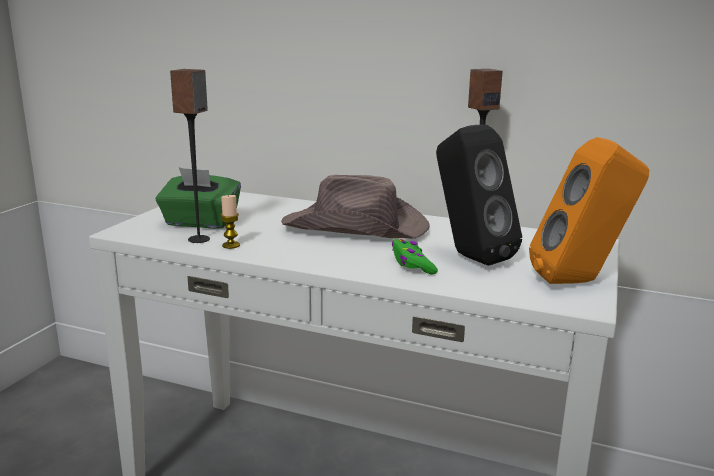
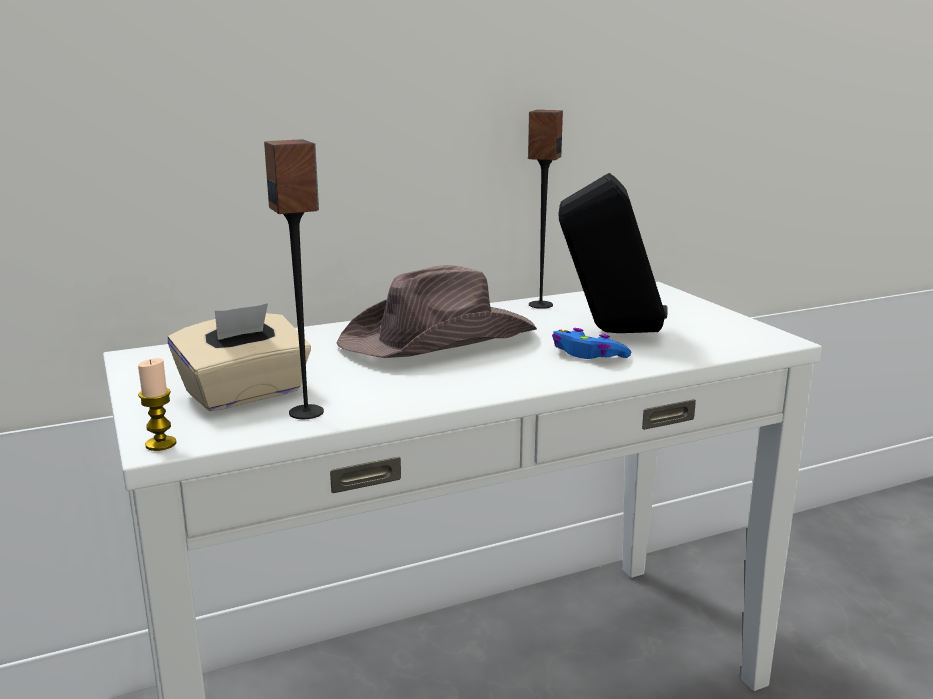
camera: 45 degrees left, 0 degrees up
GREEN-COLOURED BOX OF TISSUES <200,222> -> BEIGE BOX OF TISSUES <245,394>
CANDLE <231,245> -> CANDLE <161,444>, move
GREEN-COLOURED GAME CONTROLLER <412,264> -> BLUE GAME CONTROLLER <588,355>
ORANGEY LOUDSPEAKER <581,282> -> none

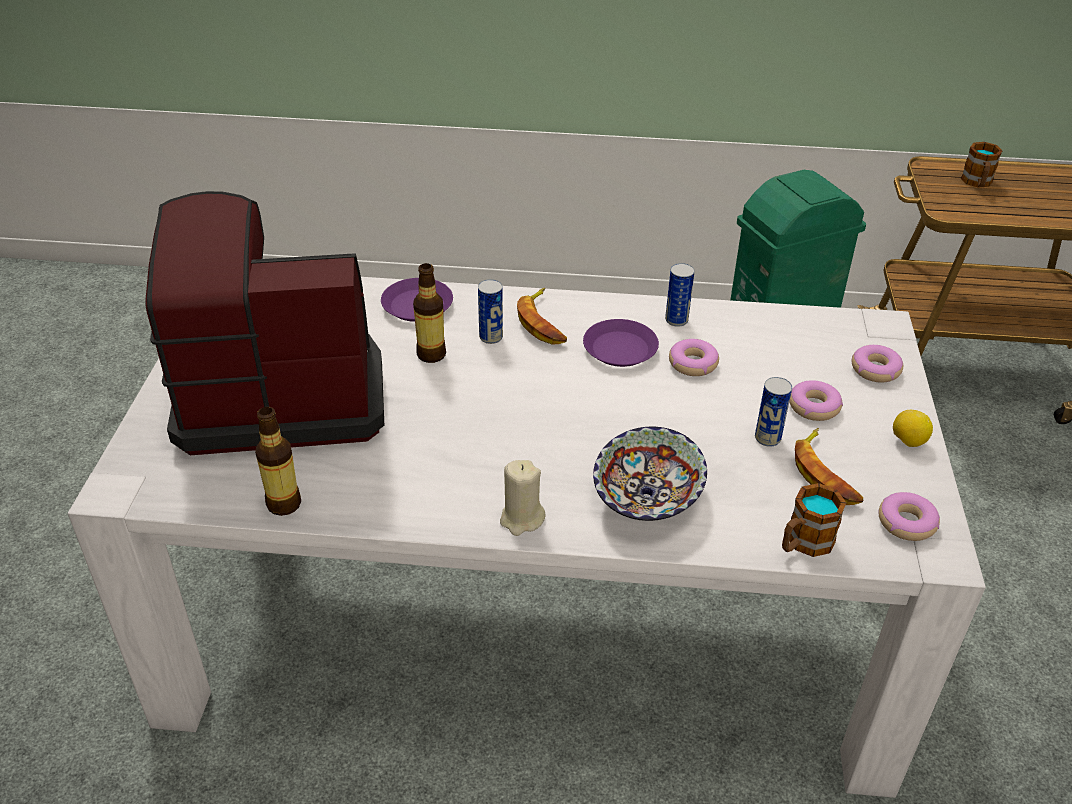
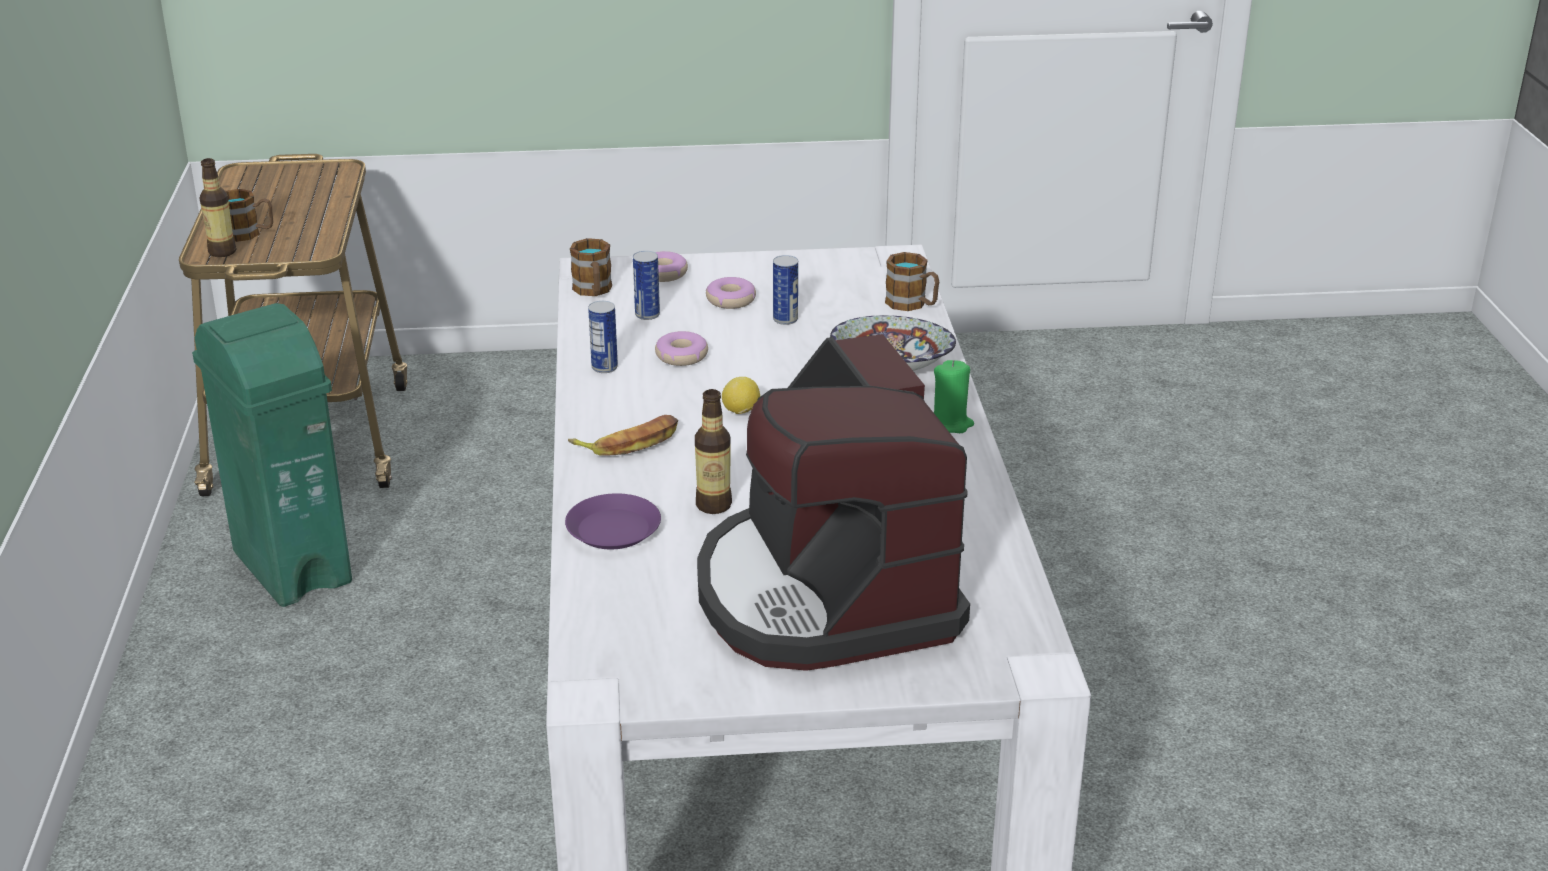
camera: 100 degrees left, 10 degrees down
DRINK BOTTLE <284,504> -> DRINK BOTTLE <222,252>, move
SEALED CAN <491,337> -> SEALED CAN <647,315>, move
BEIGE CANDLE <521,519> -> GREEN-COLOURED CANDLE <950,424>
PURPLISH DINNER PLATE <619,349> -> none
BANANA FRUIT <825,474> -> none
DOUGHNUT <907,523> -> none
WHOLE LEMON <907,441> -> WHOLE LEMON <741,412>, move
none -> TEA MUG <593,291>

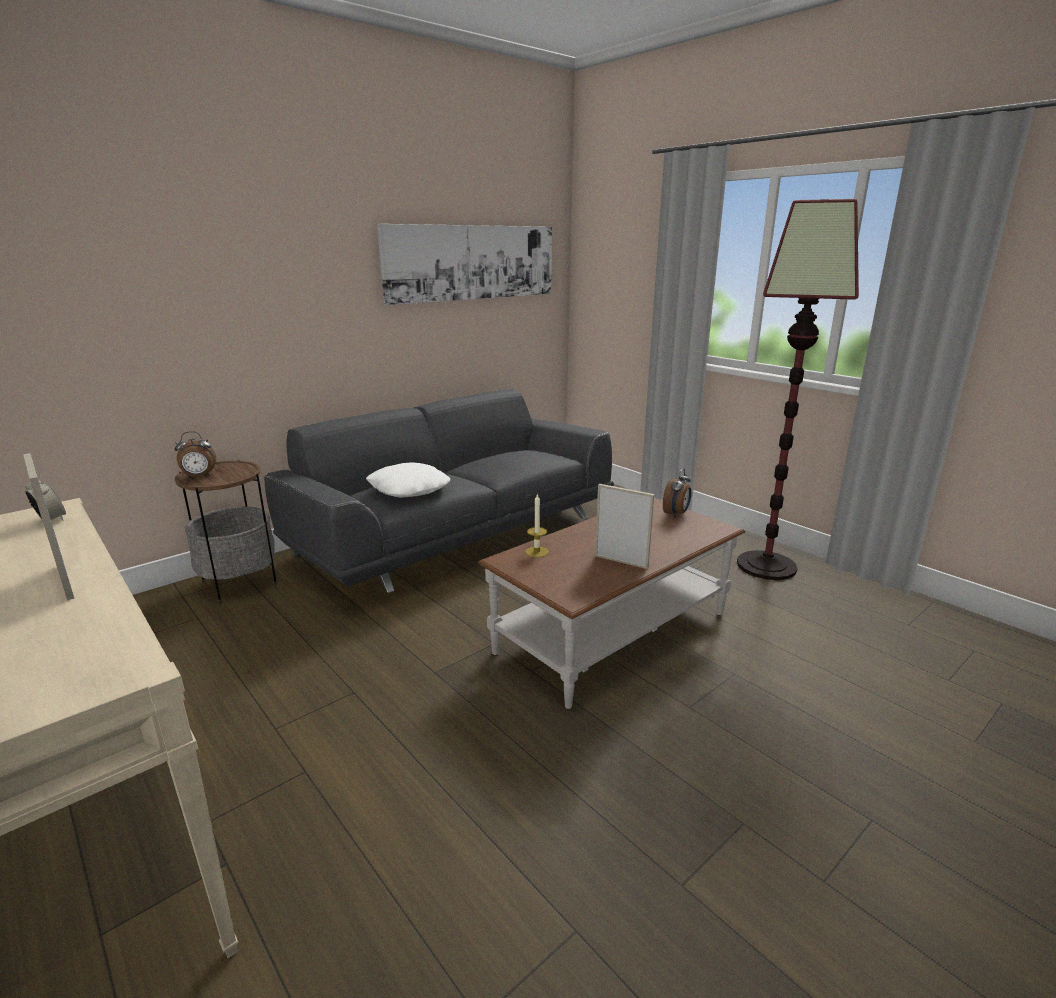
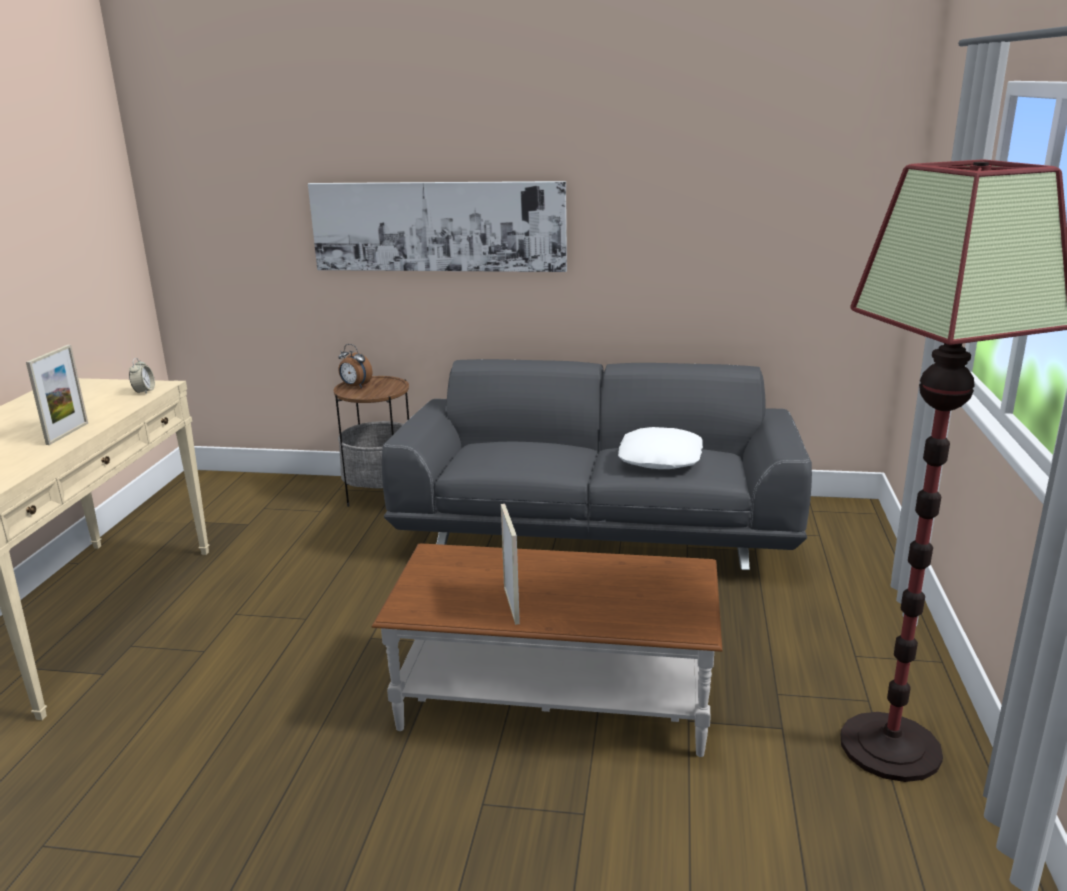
camera: 50 degrees right, 0 degrees up
WHITISH THROW PILLOW <408,489> -> WHITISH THROW PILLOW <659,458>, move
WALL ART <472,262> -> WALL ART <438,226>, move
CANDLE <537,552> -> none
ALARM CLOCK <676,514> -> none

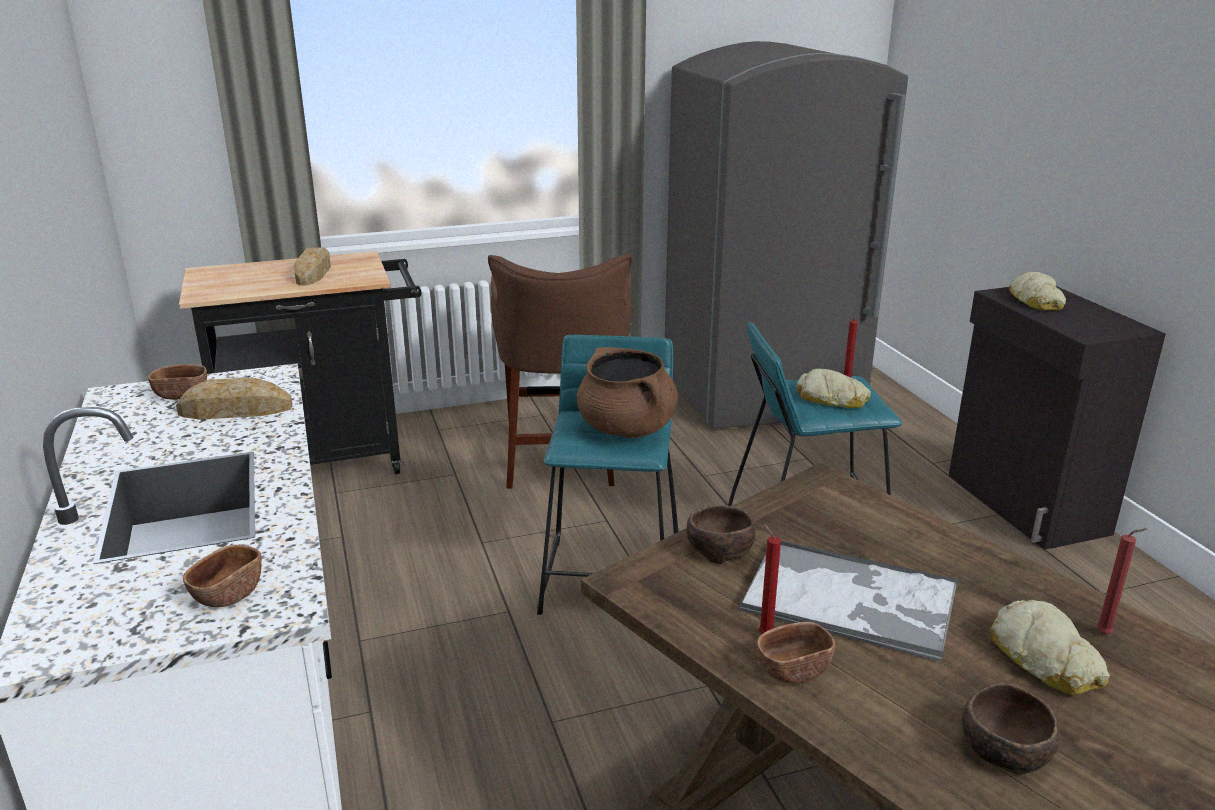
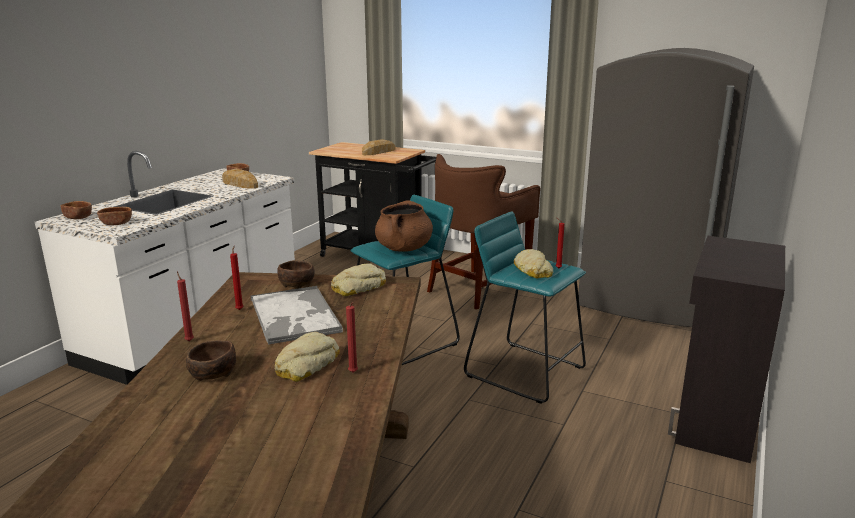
camera: 45 degrees right, 5 degrees down
BROWN SERVING BOWL <793,669> -> BROWN SERVING BOWL <78,217>, move
BAKERY BREAD <1036,300> -> BAKERY BREAD <358,287>, move
none -> RED-COLOURED CANDLE <189,340>

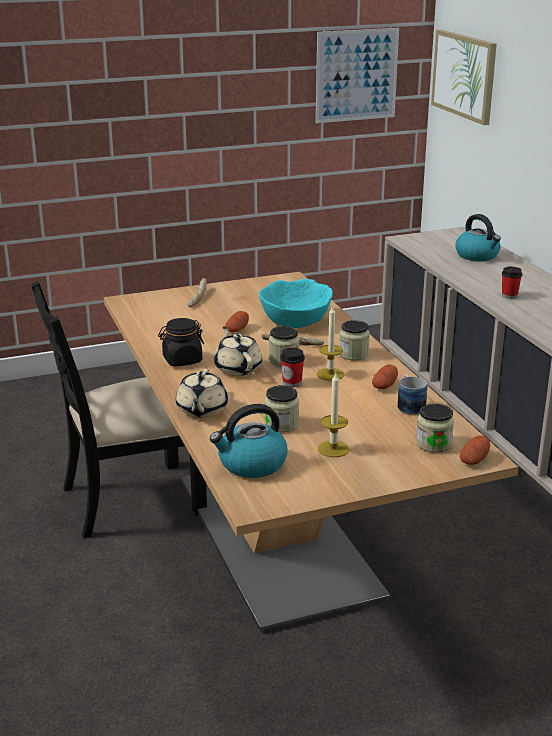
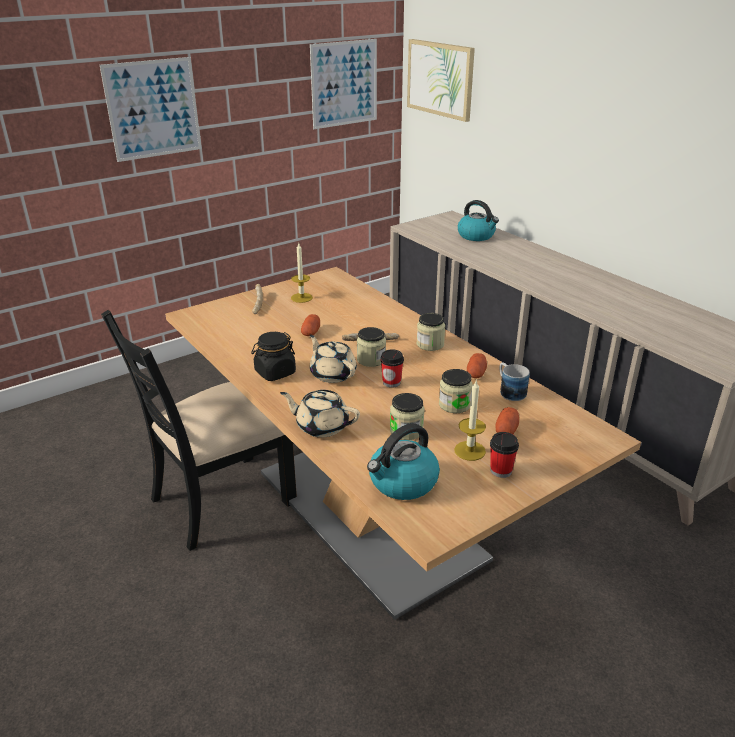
camera: 15 degrees left, 5 degrees up
BEIGE TEA POT <201,410> -> BEIGE TEA POT <321,426>, 120 degrees clockwise
TURQUOISE SERVING BOWL <296,321> -> none
CANDLE <330,374> -> CANDLE <301,298>, move
PRESERVE JAR <433,444> -> PRESERVE JAR <454,405>, move
POTATO <474,460> -> POTATO <506,430>, move
SMALL CUP <509,295> -> SMALL CUP <501,470>, move
none -> WALL ART <153,109>

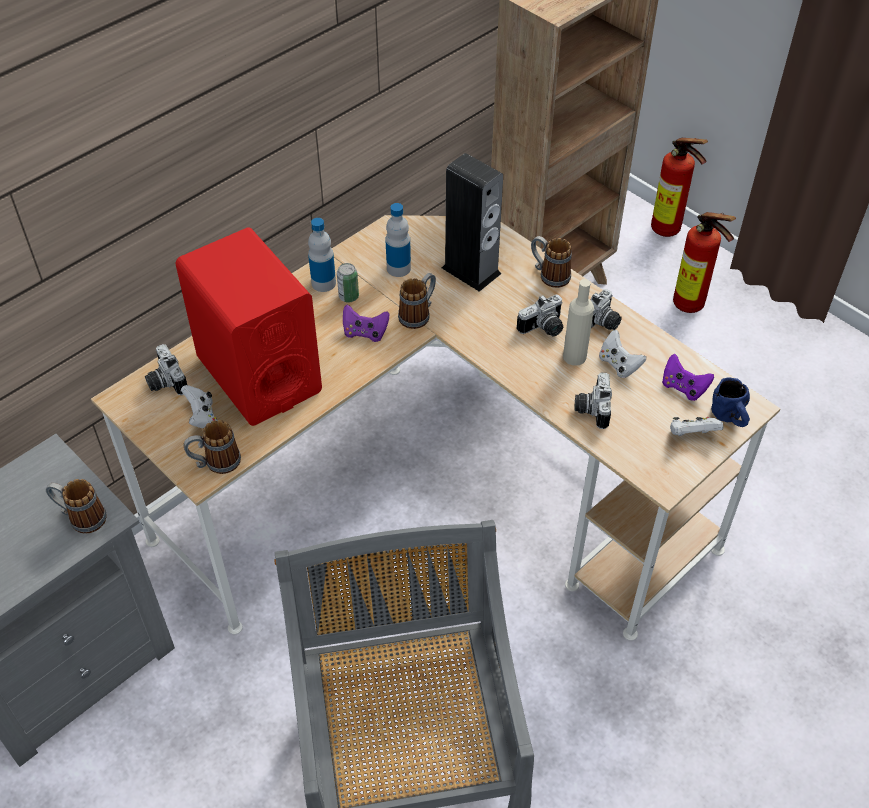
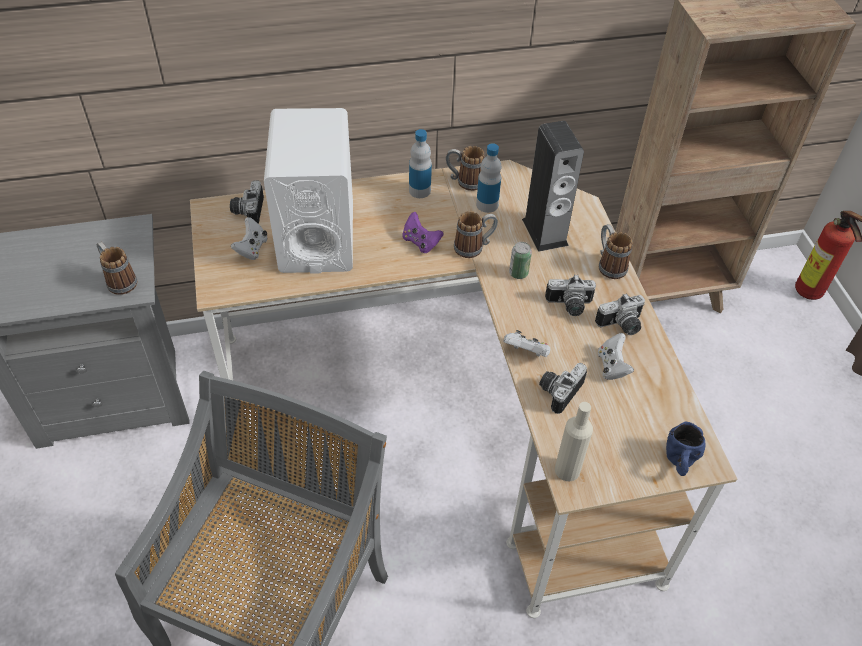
camera: 30 degrees right, 0 degrees up
RED-COLOURED LOUDSPEAKER <258,374> -> WHITISH LOUDSPEAKER <316,236>
TEA MUG <215,463> -> TEA MUG <464,181>, move
SEALED CAN <348,296> -> SEALED CAN <518,273>, move
BEIGE DRINK BOTTLE <574,356> -> BEIGE DRINK BOTTLE <567,470>, move
PURPLISH GAME CONTROLLER <683,387> -> none
WHITISH GAME CONTROLLER <691,435> -> WHITISH GAME CONTROLLER <526,352>, move
EXTINGUISHER <692,306> -> none

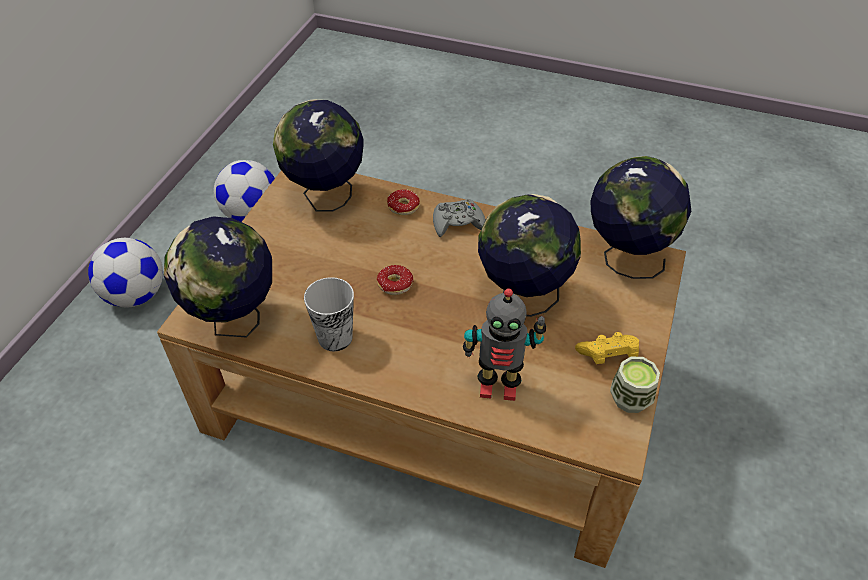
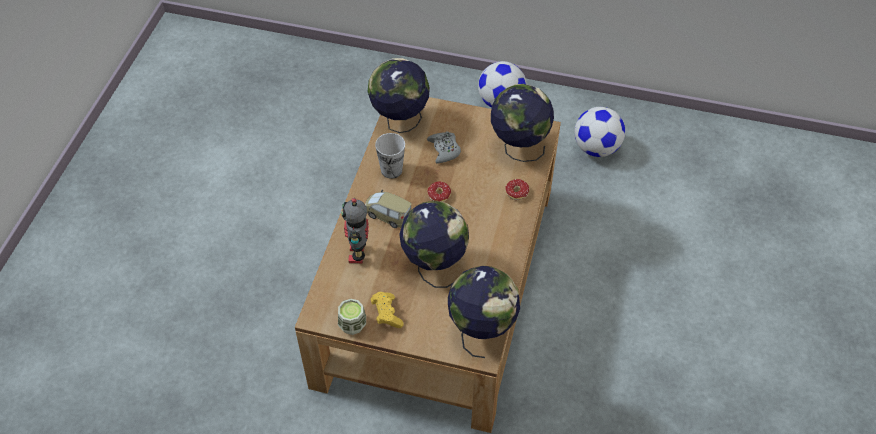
camera: 85 degrees right, 5 degrees up
GRAY GAME CONTROLLER <458,223> -> GRAY GAME CONTROLLER <444,150>, move
none -> TOY CAR <388,215>

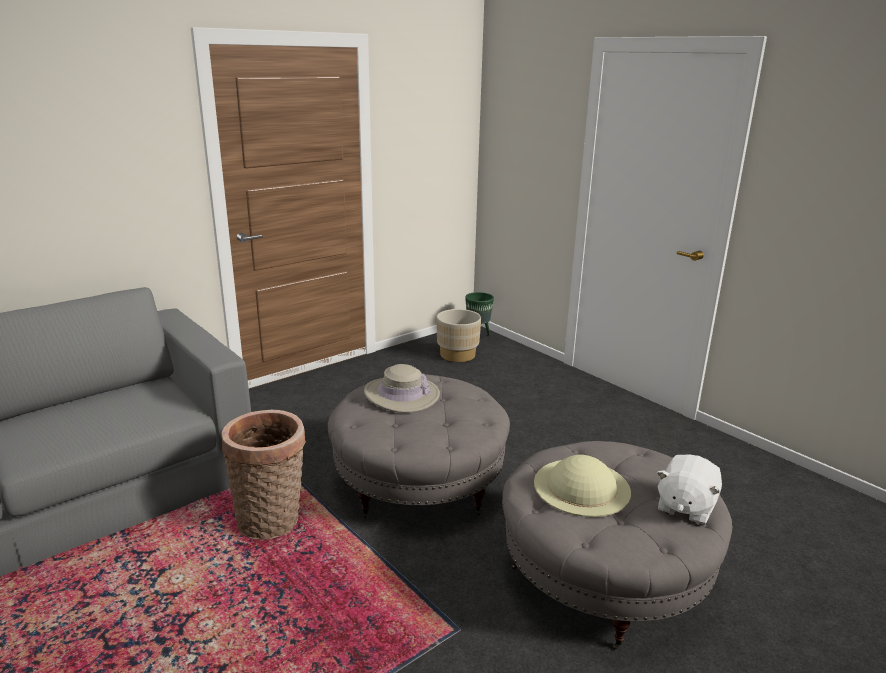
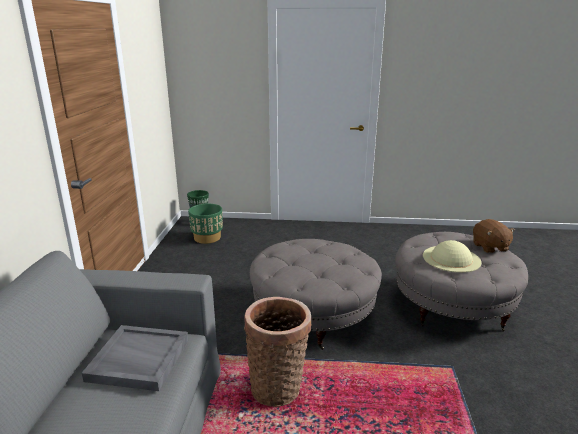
camera: 45 degrees left, 0 degrees up
BEIGE HAT <401,395> -> none
BEIGE PLANTER <457,355> -> GREEN-COLOURED PLANTER <207,238>
WHITISH SOFT TOY <685,507> -> BROWN SOFT TOY <490,247>
none -> GRAY TRAY <138,360>

